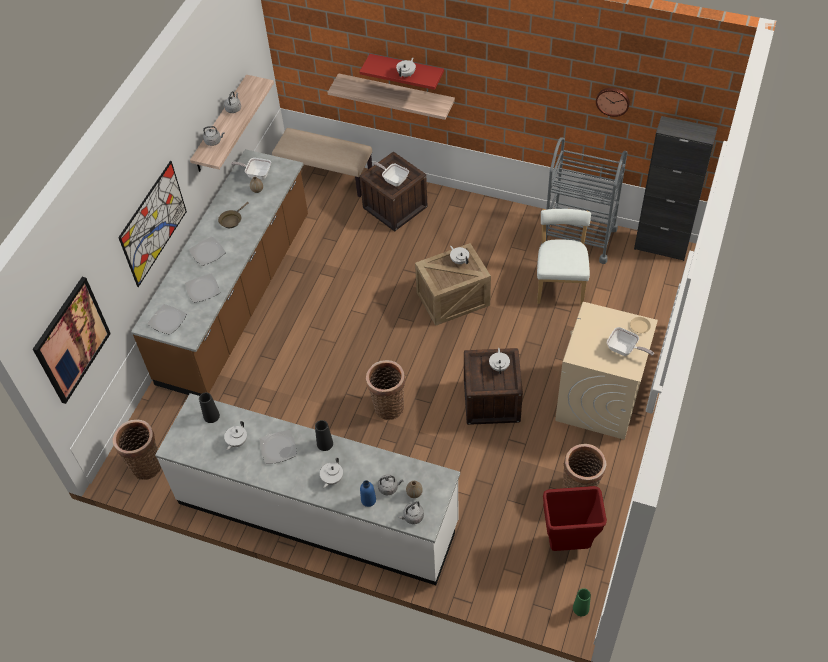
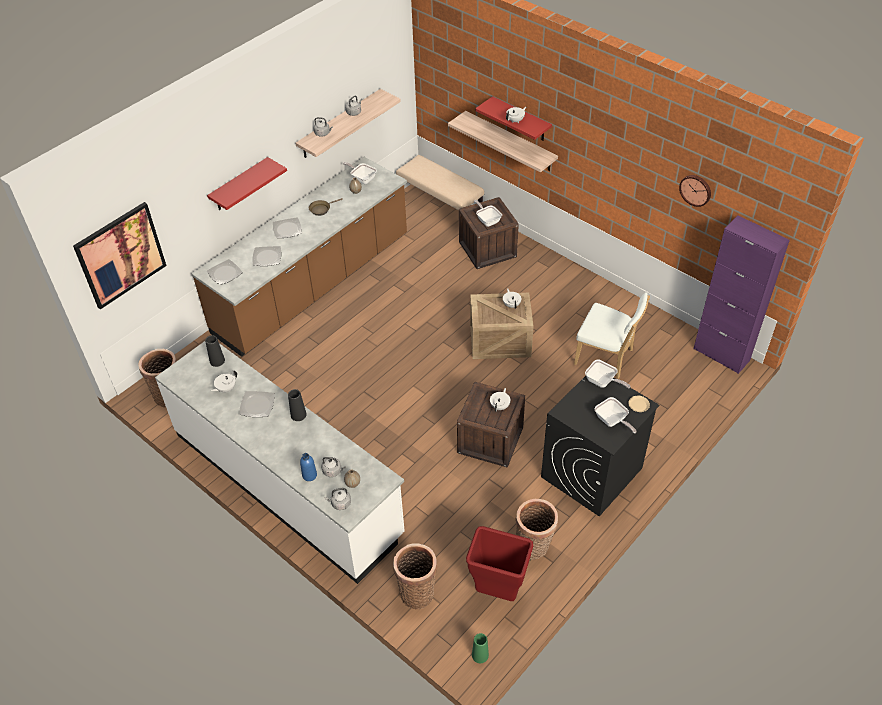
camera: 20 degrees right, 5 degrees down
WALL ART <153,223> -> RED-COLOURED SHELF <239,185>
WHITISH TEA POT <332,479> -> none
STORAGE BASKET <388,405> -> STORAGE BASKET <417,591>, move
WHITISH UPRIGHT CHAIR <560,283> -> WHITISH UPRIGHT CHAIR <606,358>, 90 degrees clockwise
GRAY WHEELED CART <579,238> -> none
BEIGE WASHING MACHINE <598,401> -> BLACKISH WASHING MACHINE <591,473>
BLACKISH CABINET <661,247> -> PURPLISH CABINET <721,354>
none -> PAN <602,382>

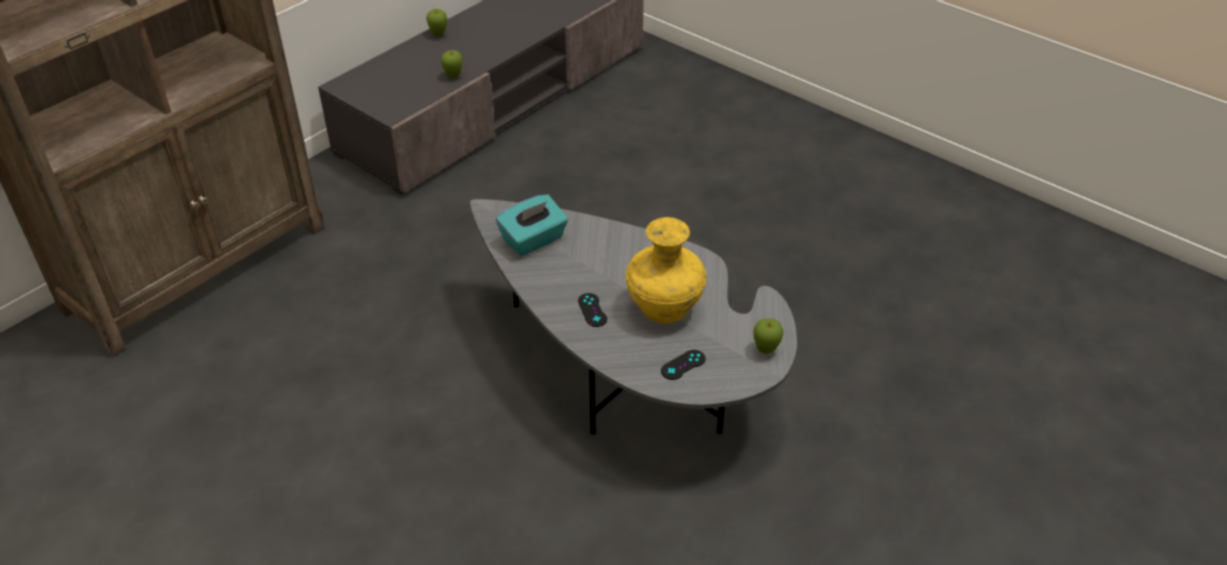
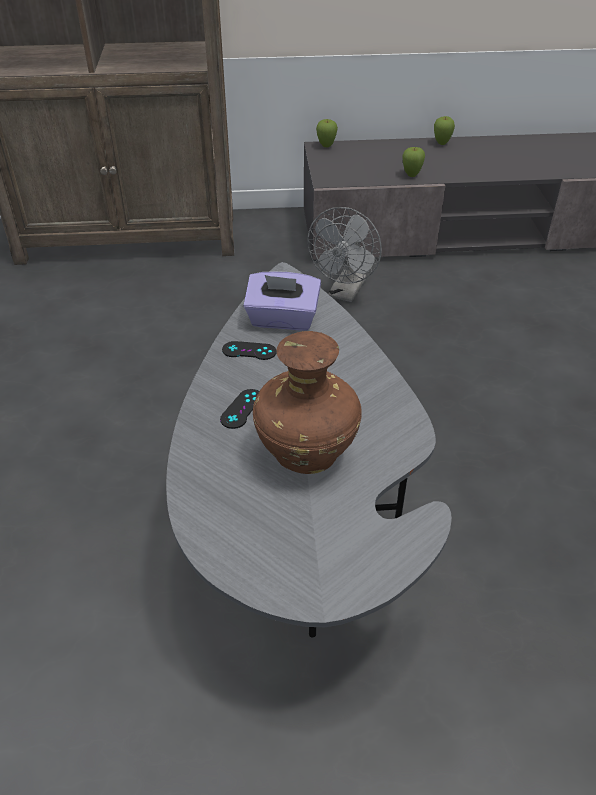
camera: 45 degrees right, 0 degrees up
TURQUOISE BOX OF TISSUES <533,240> -> PURPLISH BOX OF TISSUES <282,320>
YELLOW FLOWER VASE <663,309> -> BROWN FLOWER VASE <306,452>
BLACKISH GAME CONTROLLER <683,365> -> BLACKISH GAME CONTROLLER <249,351>, move
APPLE <765,350> -> APPLE <326,146>, move
none -> GRAY FAN <345,293>

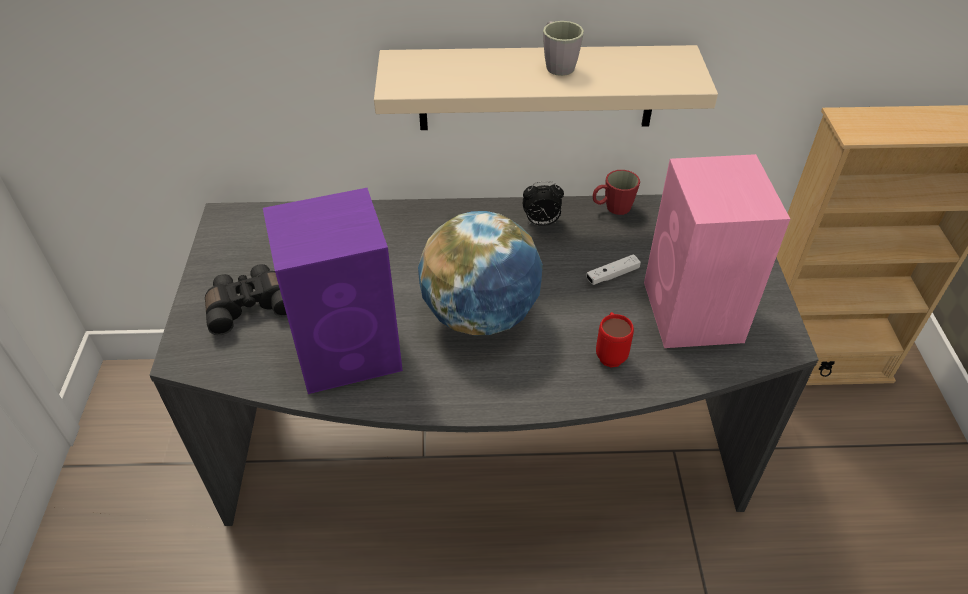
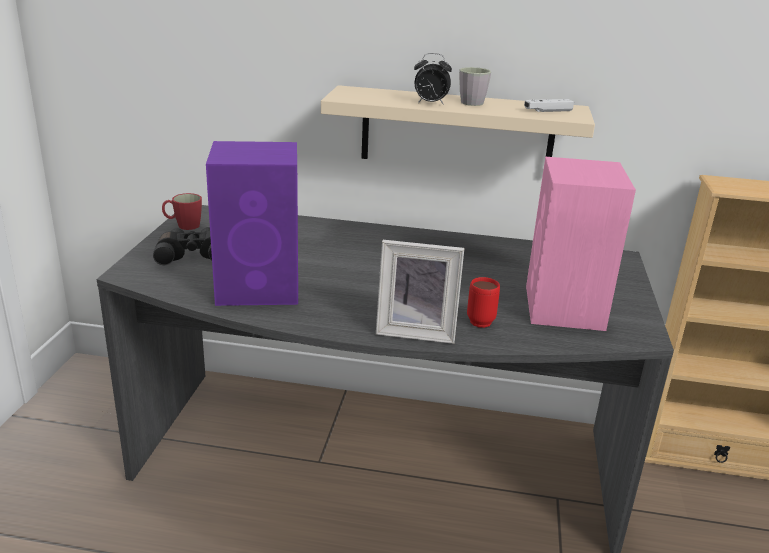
camera: 10 degrees right, 20 degrees down
WORLD GLOBE <481,316> -> none
ALARM CLOCK <541,223> -> ALARM CLOCK <430,103>, move
WHITISH GAME CONTROLLER <612,275> -> WHITISH GAME CONTROLLER <548,111>, move
RED-COLOURED TEA MUG <612,208> -> RED-COLOURED TEA MUG <183,225>, move
none -> PICTURE FRAME <416,331>

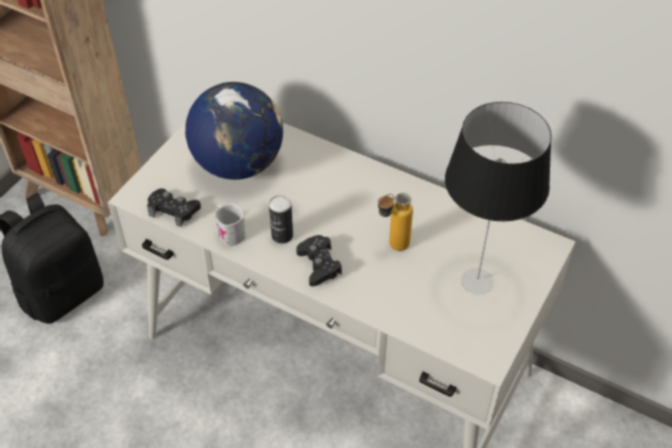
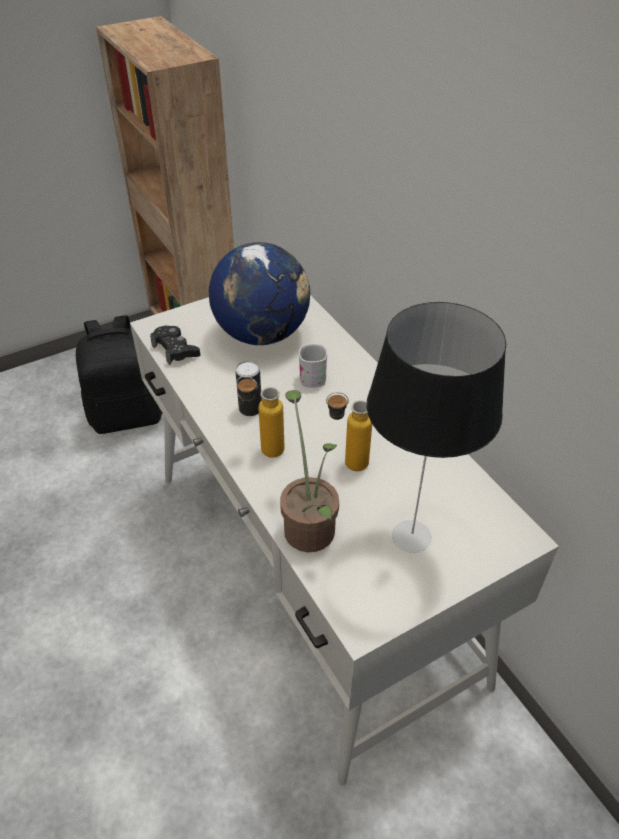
camera: 30 degrees right, 5 degrees down
WHITISH TEA MUG <229,232> -> WHITISH TEA MUG <312,375>, move
BLACKISH GAME CONTROLLER <319,264> -> DRINK BOTTLE <263,448>
none -> PLANT IN A POT <309,524>

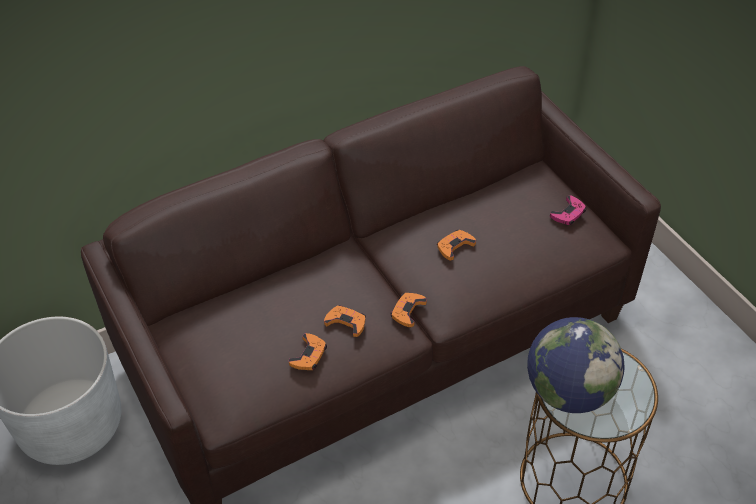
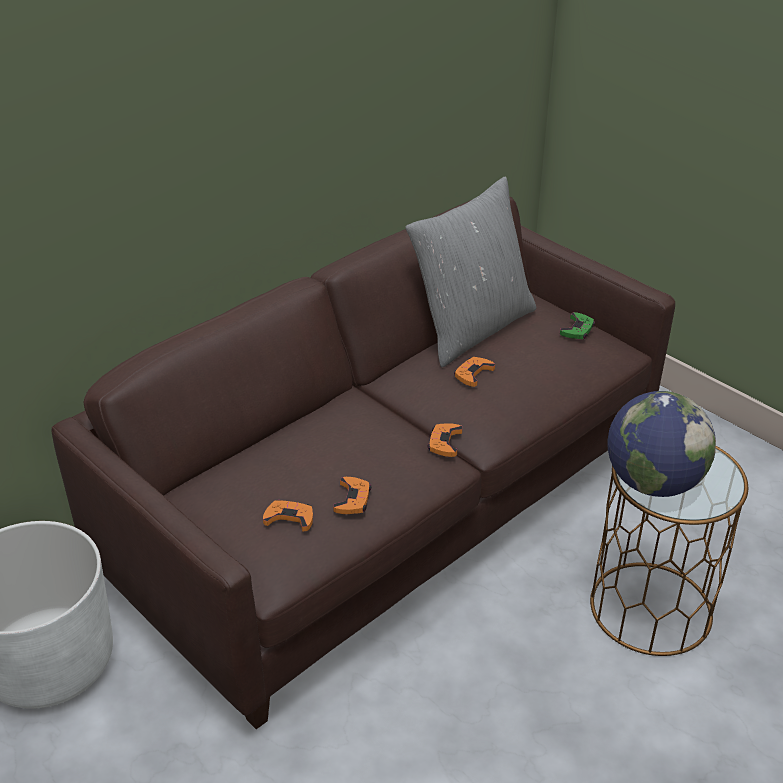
camera: 15 degrees left, 10 degrees down
ORANGEY GAME CONTROLLER <346,322> -> ORANGEY GAME CONTROLLER <289,518>, move
PINK GAME CONTROLLER <568,213> -> GREEN-COLOURED GAME CONTROLLER <577,329>
none -> GRAY THROW PILLOW <472,328>

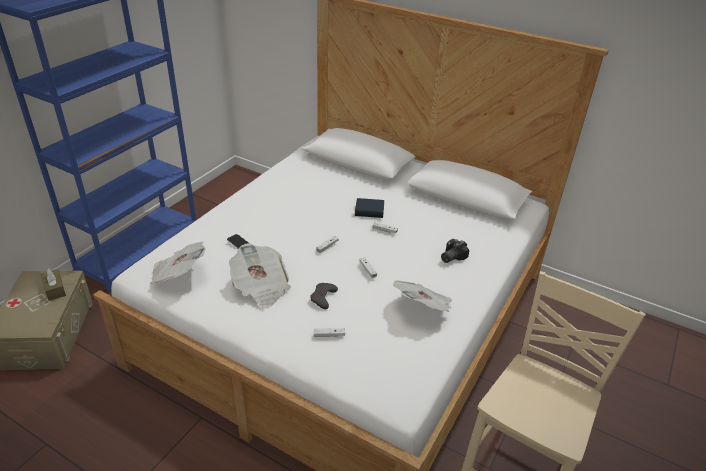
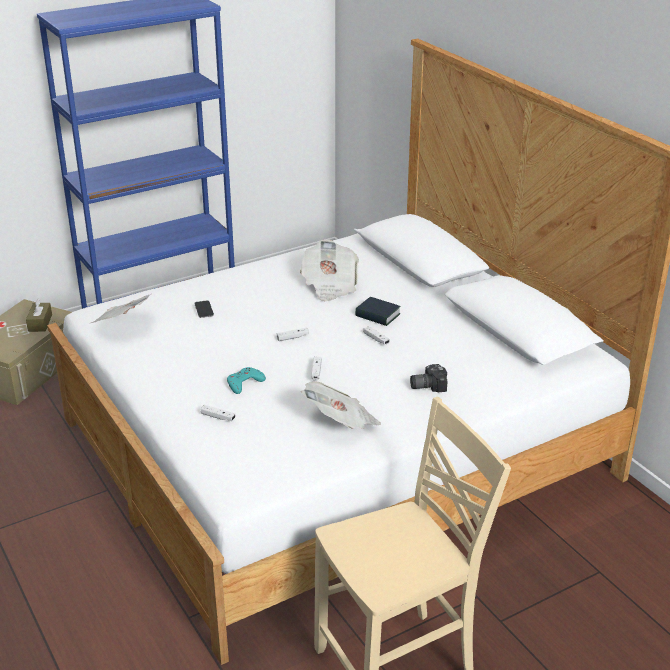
camera: 30 degrees right, 5 degrees down
NEWSPAPER <261,287> -> NEWSPAPER <330,286>, move
GRAY GAME CONTROLLER <323,297> -> TURQUOISE GAME CONTROLLER <244,383>

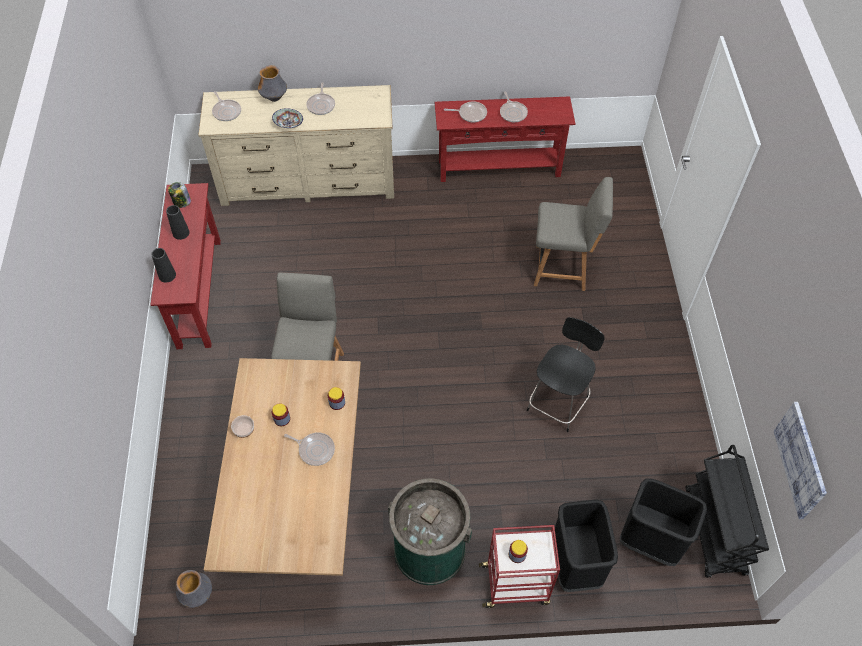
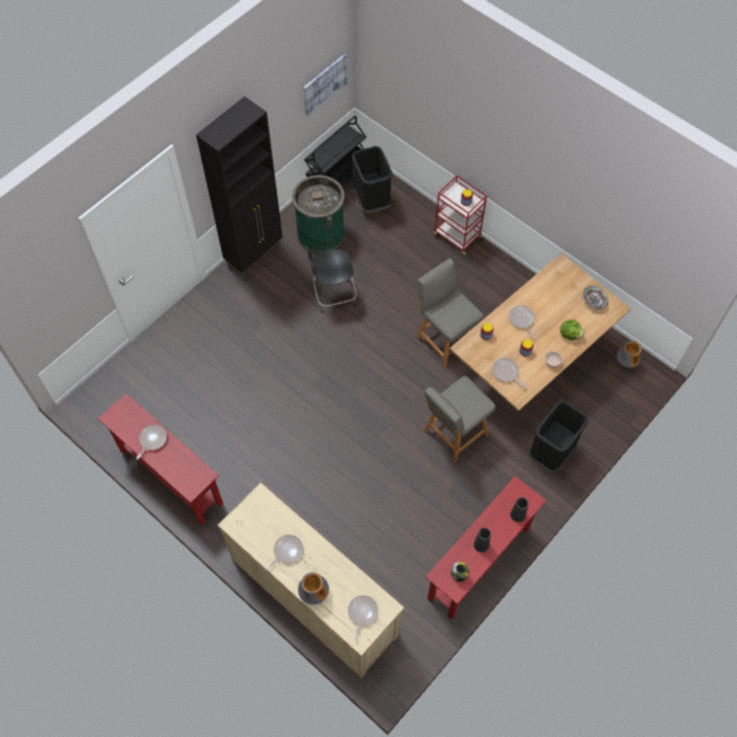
camera: 135 degrees left, 5 degrees up
SERVING BOWL <288,124> -> SERVING BOWL <593,301>, move
GREEN-COLOURED TRASH CAN <429,549> -> GREEN-COLOURED TRASH CAN <320,233>, move
PAN <470,114> -> PAN <506,372>, move
GRAY UPRIGHT CHAIR <563,268> -> GRAY UPRIGHT CHAIR <445,339>, move
BLACKISH TRASH CAN <575,565> -> BLACKISH TRASH CAN <551,453>, move
none -> BLACKISH CABINET <255,254>
none -> LETTUCE <570,334>

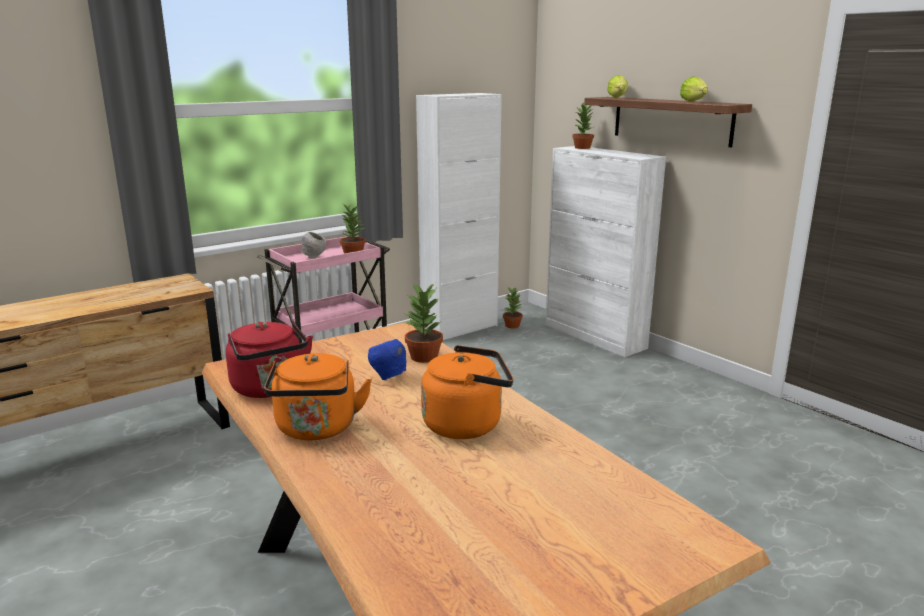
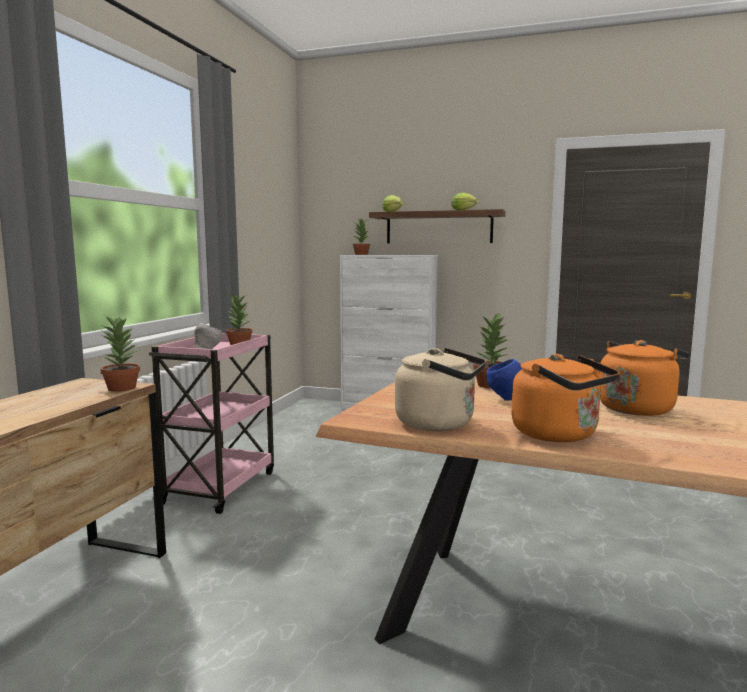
camera: 35 degrees left, 10 degrees down
RED-COLOURED WATER KETTLE <270,389> -> BEIGE WATER KETTLE <440,424>
WHITISH CABINET <459,329> -> none
PLANT IN A POT <512,325> -> PLANT IN A POT <121,388>, move

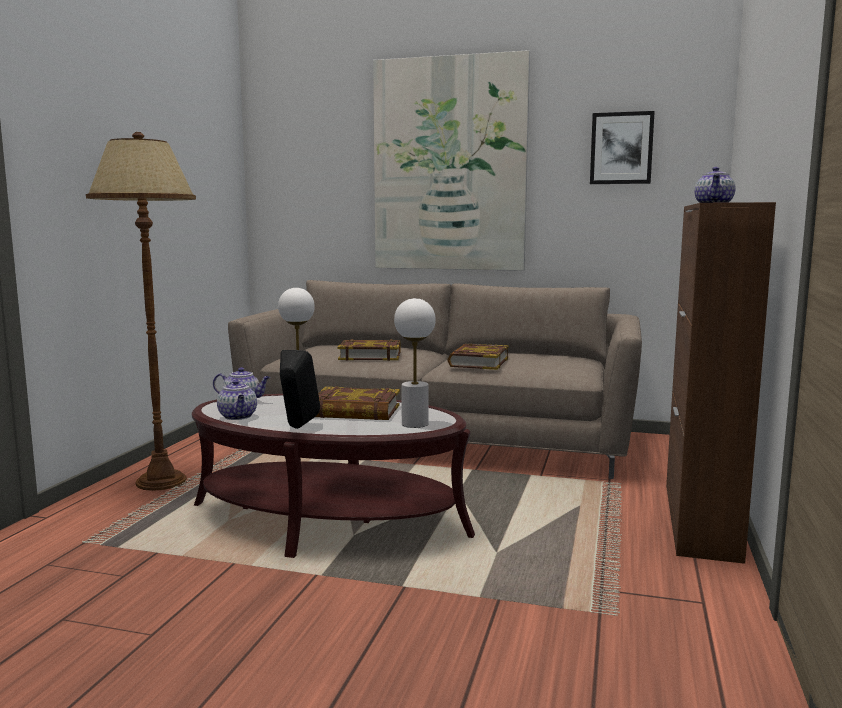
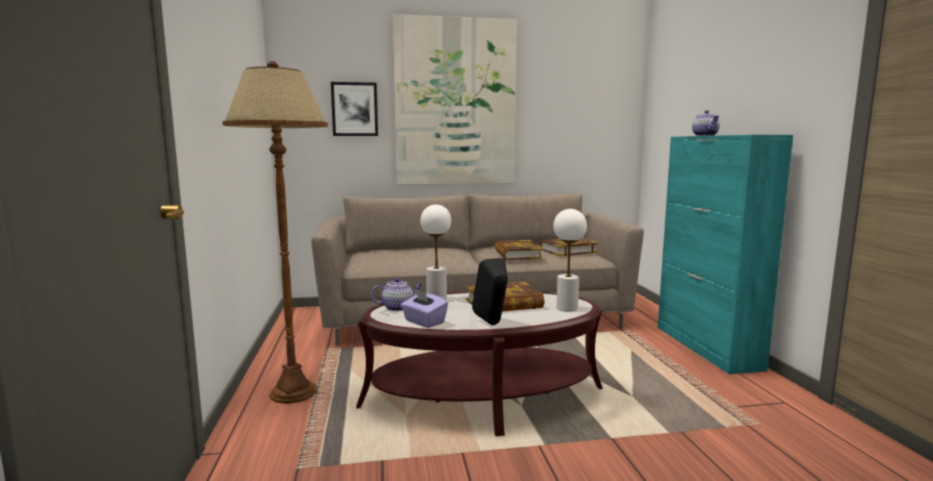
camera: 25 degrees left, 0 degrees up
TEA POT <238,417> -> PURPLISH BOX OF TISSUES <424,322>
BOUND BOOK <370,355> -> BOUND BOOK <568,251>, move
WALL ART <621,148> -> WALL ART <354,109>, move
BROWN CABINET <700,520> -> TURQUOISE CABINET <706,347>

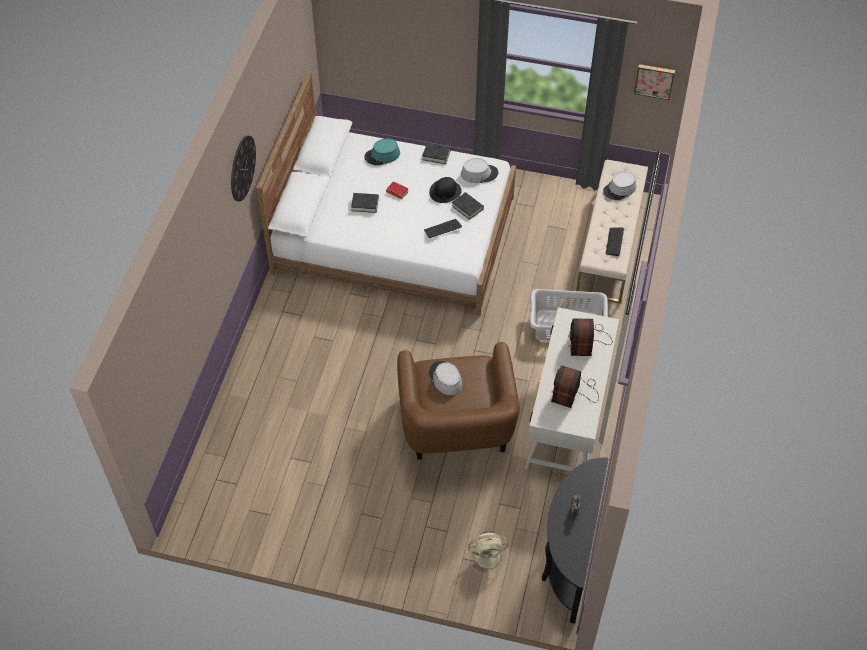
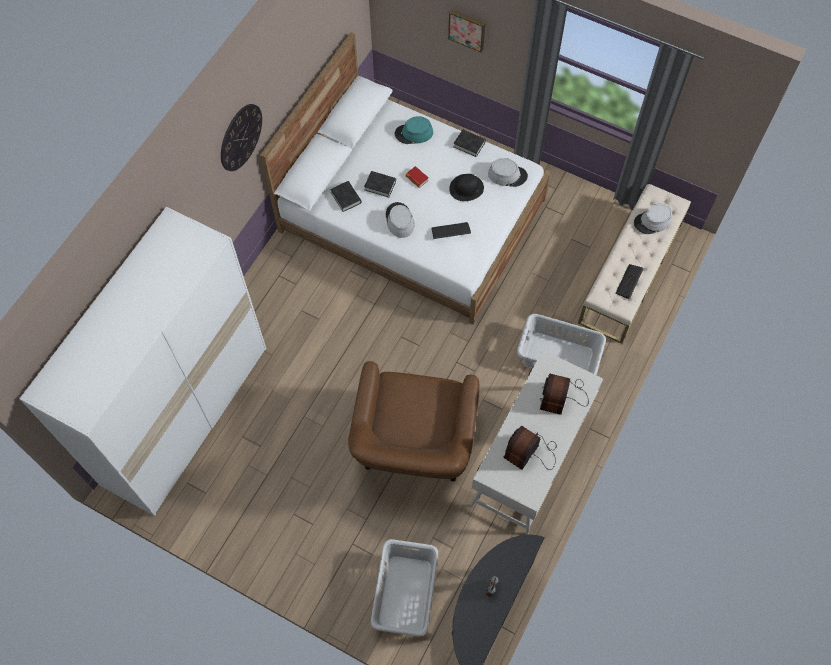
camera: 15 degrees right, 10 degrees up
GRAY HAT <445,378> -> GRAY HAT <399,220>, move
BLACKISH BOUND BOOK <467,207> -> BLACKISH BOUND BOOK <346,198>, move
BEIGE FAN <489,556> -> GRAY WASHING BASKET <406,593>
WALL ART <654,80> -> WALL ART <467,29>, move
none -> WHITISH WARDROBE <186,415>

